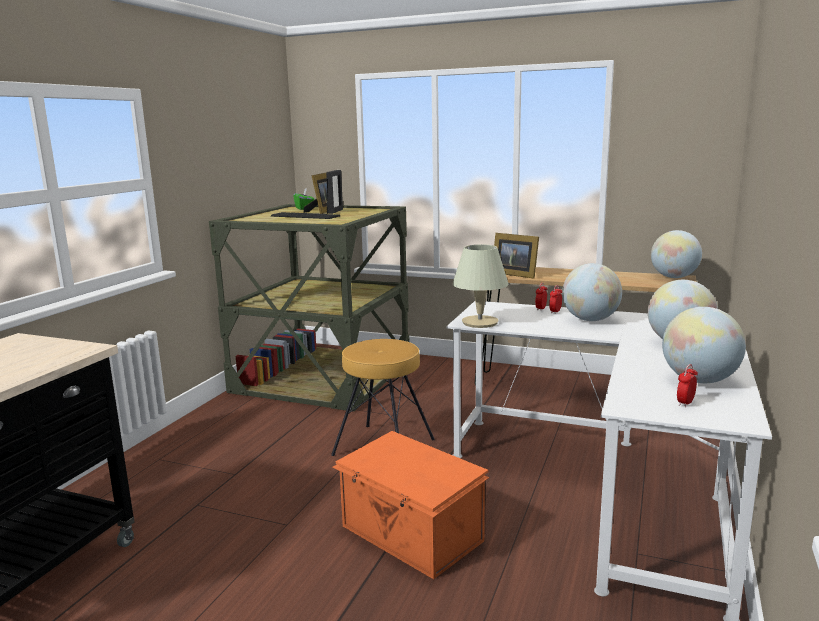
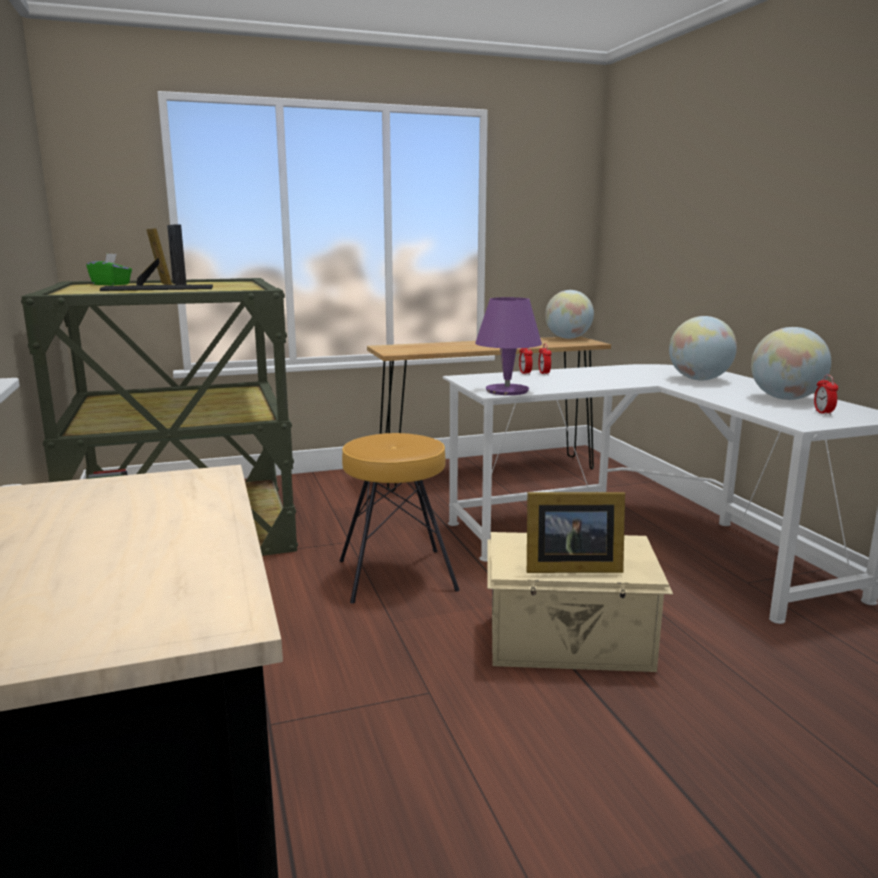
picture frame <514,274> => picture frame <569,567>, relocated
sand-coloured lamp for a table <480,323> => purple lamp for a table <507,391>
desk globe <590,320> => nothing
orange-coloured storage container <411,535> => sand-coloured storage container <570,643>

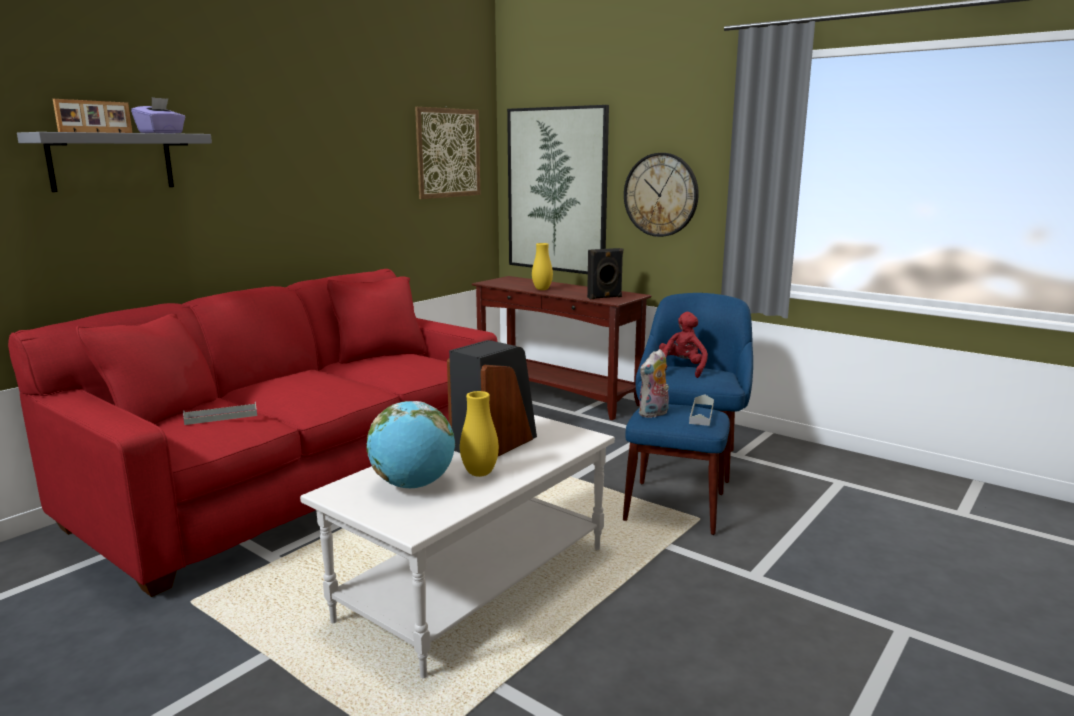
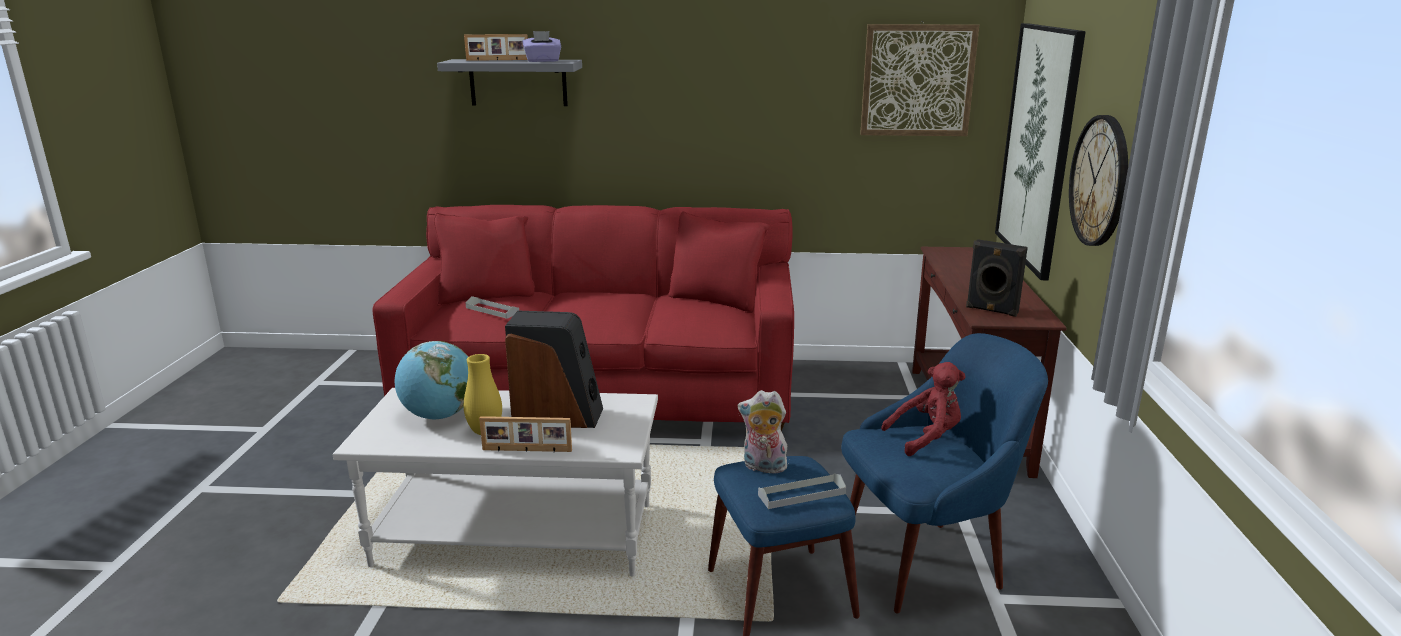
yellow vase <542,289> => nothing
nothing => picture frame <527,450>

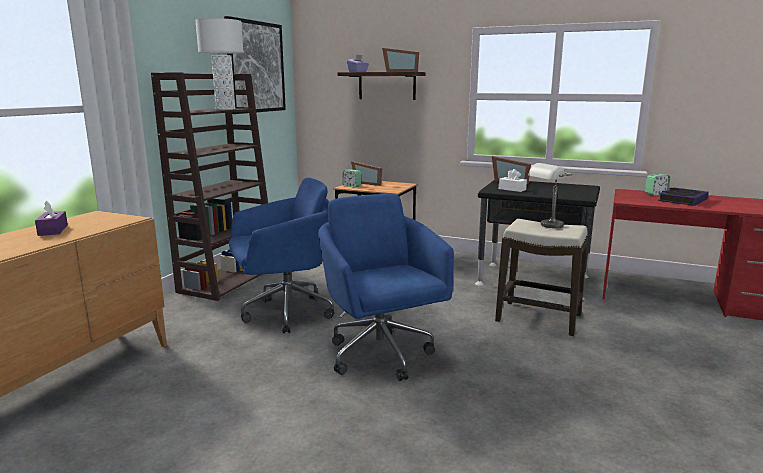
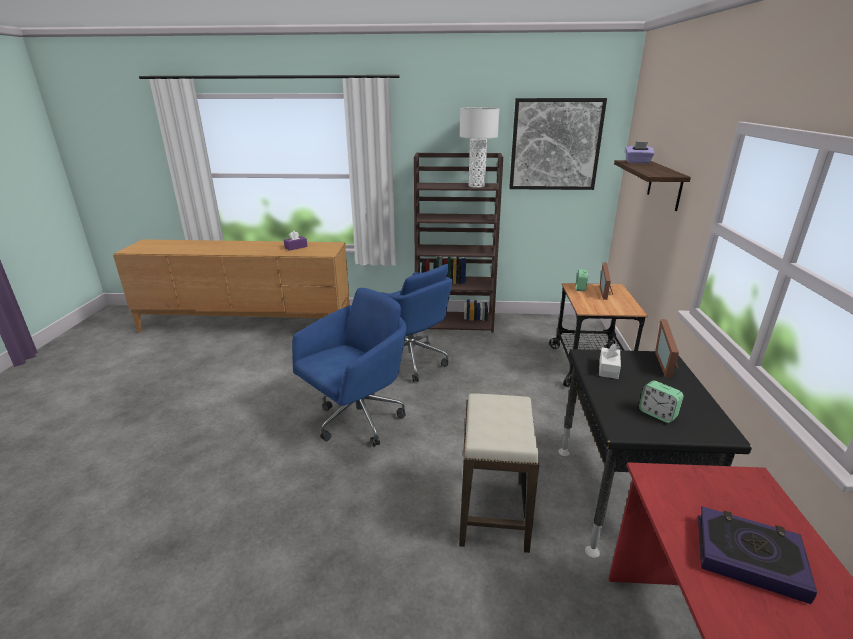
picture frame <401,71> => nothing
grey lamp for a table <546,226> => nothing
alarm clock <656,194> => alarm clock <657,414>, relocated

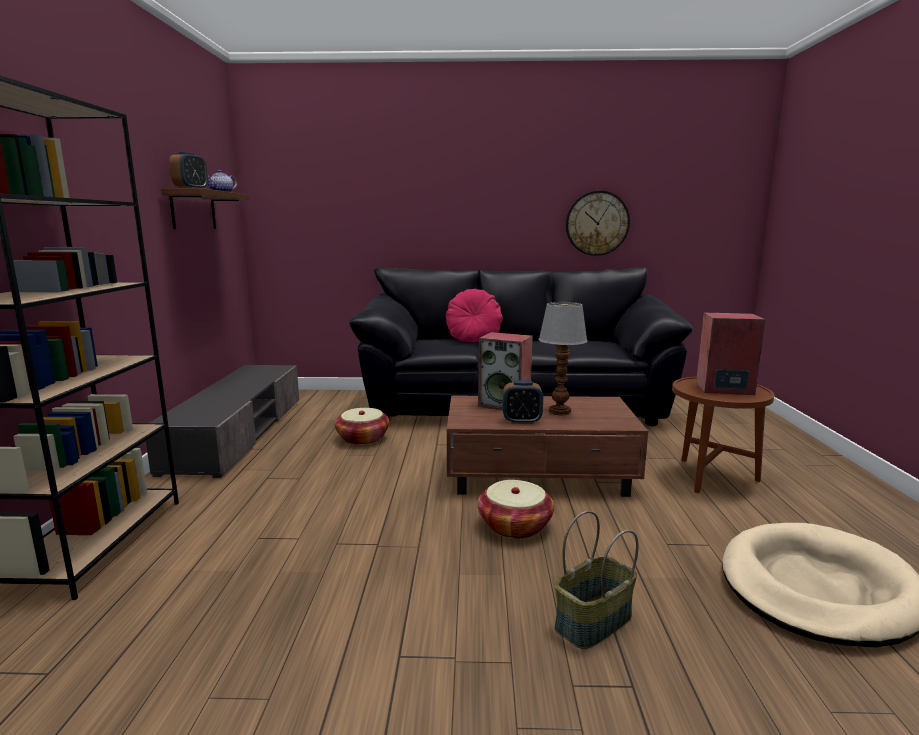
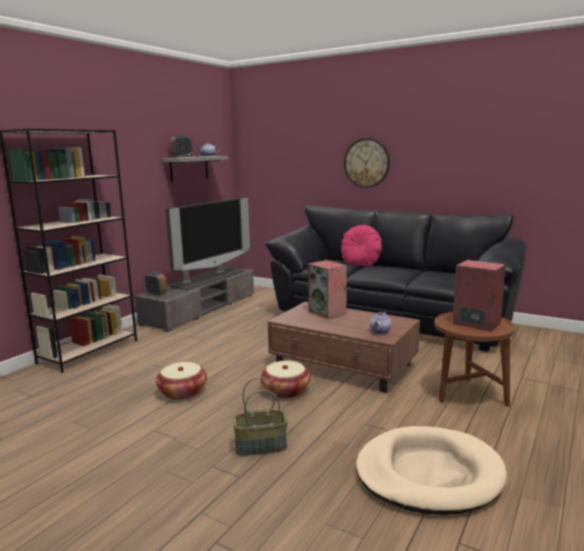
brown-coloured shelf <193,210> => grey shelf <189,168>
clock on the wall <597,223> => clock on the wall <366,163>, relocated
lamp for a table <558,411> => nothing
alarm clock <522,421> => alarm clock <156,294>, relocated
household basket <363,438> => household basket <182,392>, relocated
nothing => TV <207,278>
nothing => tea pot <380,331>

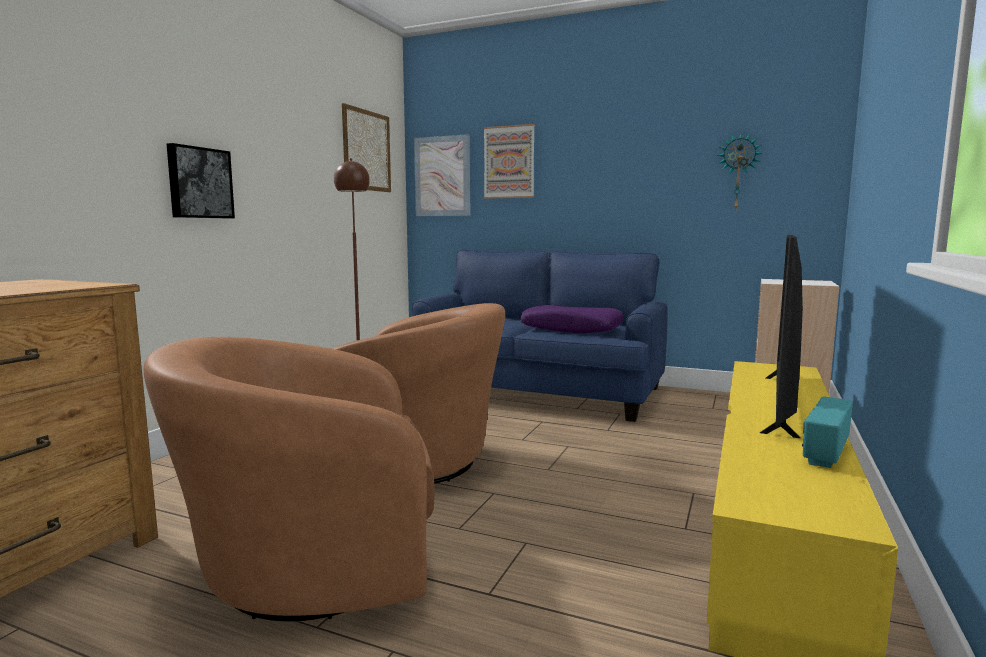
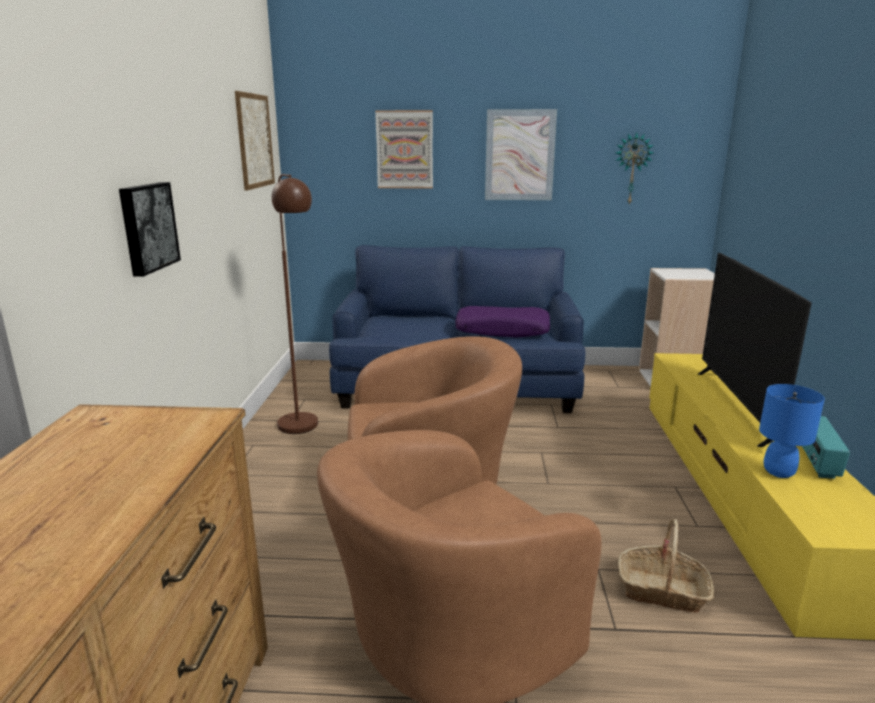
picture <442,176> => picture <519,155>, relocated
nothing => blue-coloured lamp for a table <779,473>
nothing => household basket <662,590>

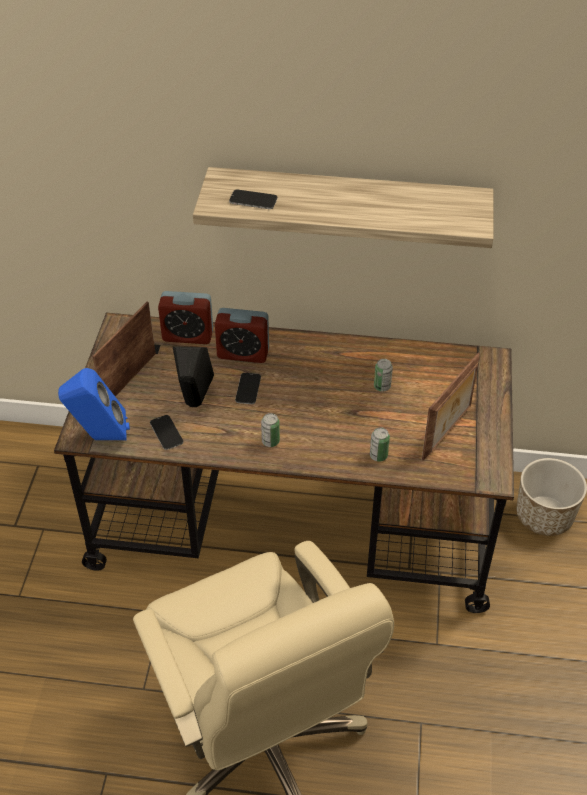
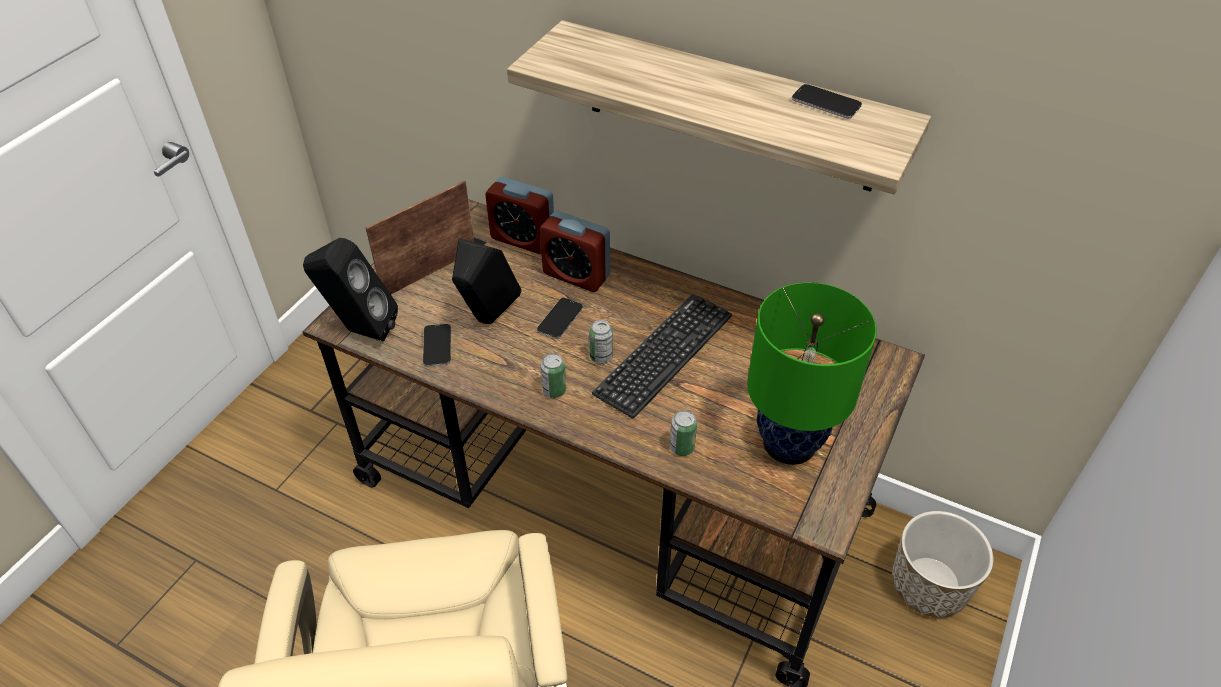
phone <253,200> => phone <826,103>, relocated
picture frame <448,432> => greenish lamp for a table <789,443>
sealed can <382,386> => sealed can <601,357>, relocated
blue-coloured audio speaker <100,437> => blackish audio speaker <360,330>
nothing => computer keyboard <664,354>

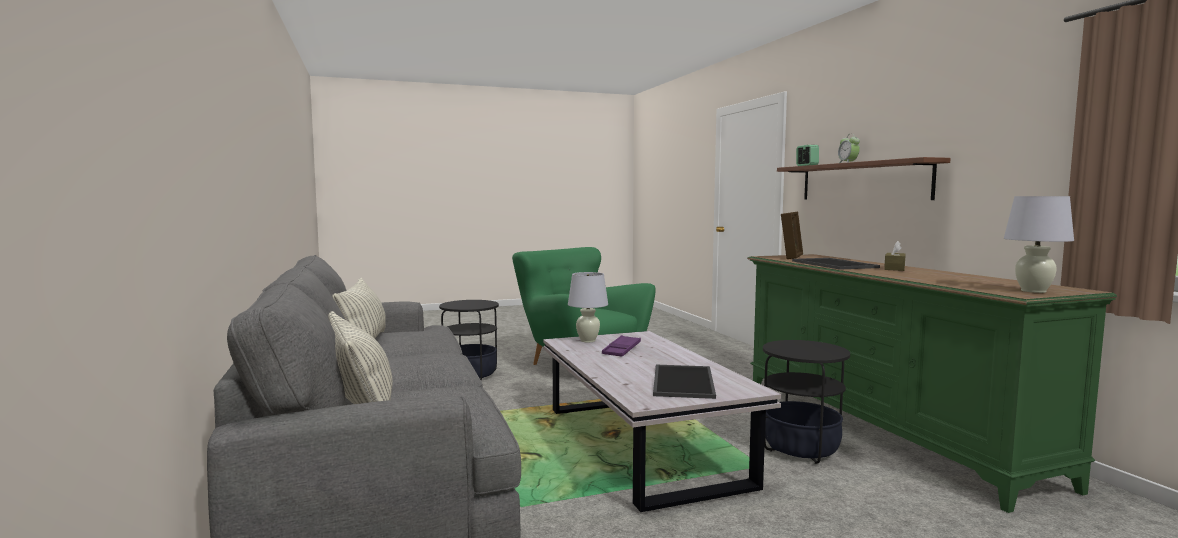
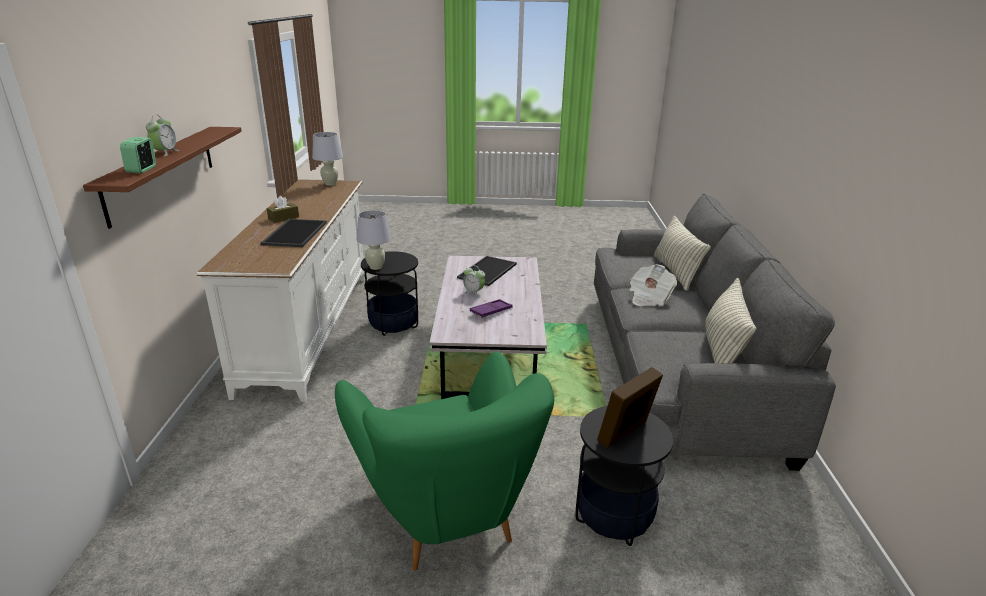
picture frame <791,257> => picture frame <625,434>, relocated
greenish cupboard <880,428> => whitish cupboard <310,329>
whitish lamp for a table <587,340> => whitish lamp for a table <376,267>, relocated
nothing => printed paper <649,297>
nothing => alarm clock <473,292>

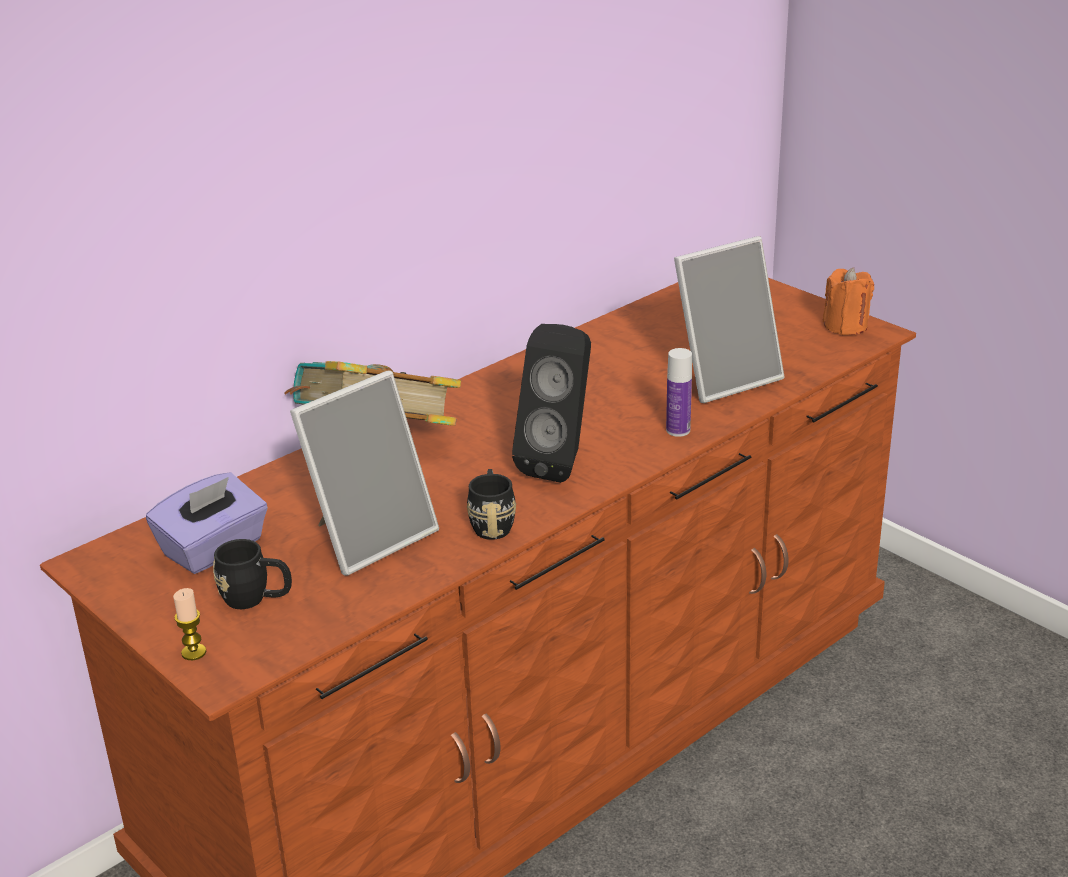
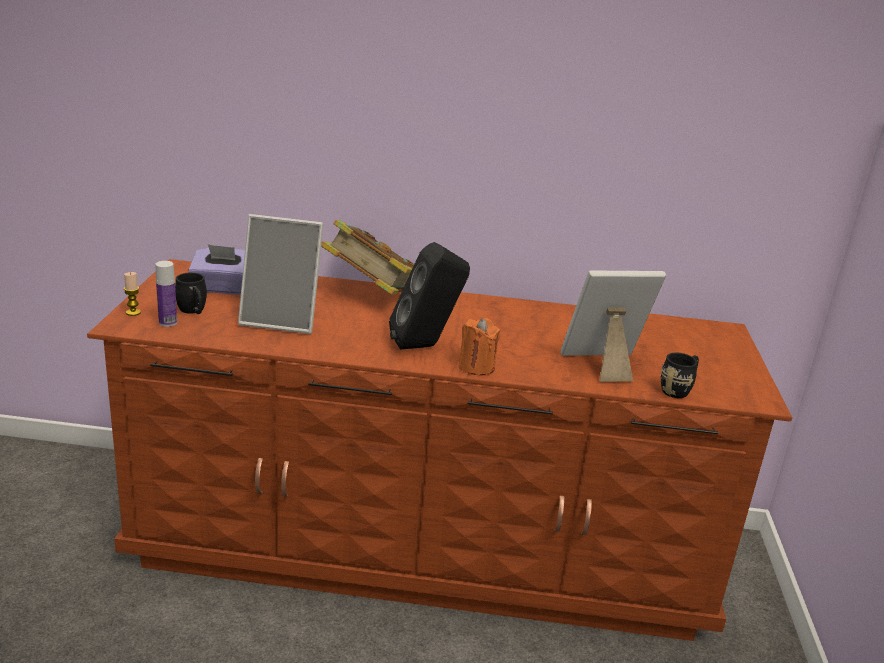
picture frame <724,378> => picture frame <603,365>, 150 degrees clockwise
orange-coloured candle <845,326> => orange-coloured candle <476,367>, relocated
beverage bottle <678,430> => beverage bottle <168,323>, relocated
blackish tea mug <492,523> => blackish tea mug <679,389>, relocated

